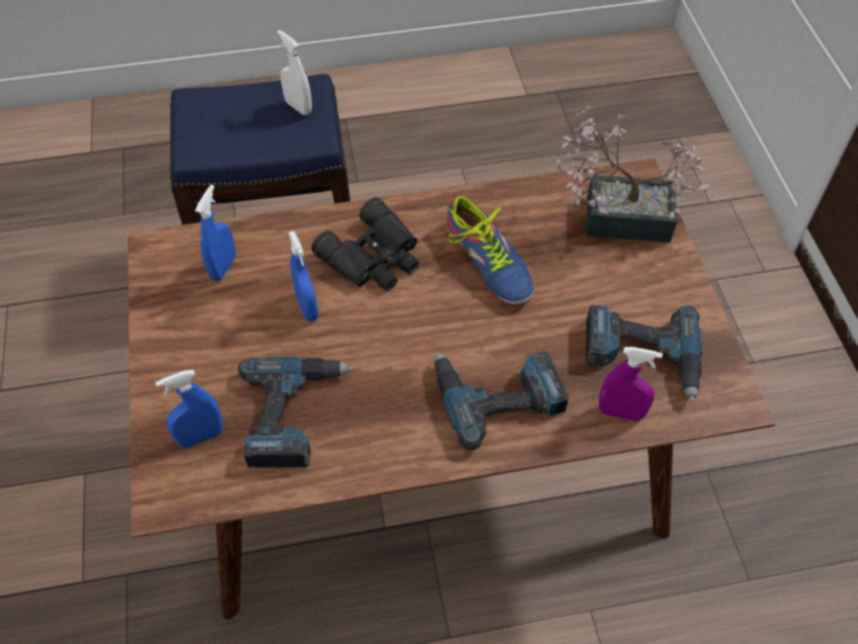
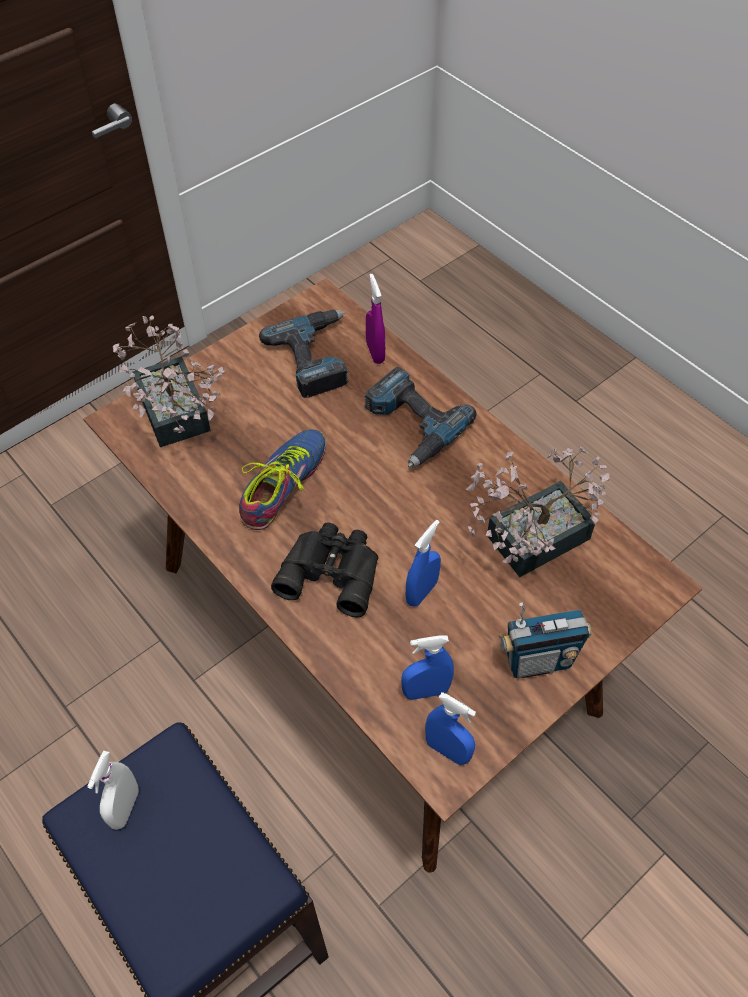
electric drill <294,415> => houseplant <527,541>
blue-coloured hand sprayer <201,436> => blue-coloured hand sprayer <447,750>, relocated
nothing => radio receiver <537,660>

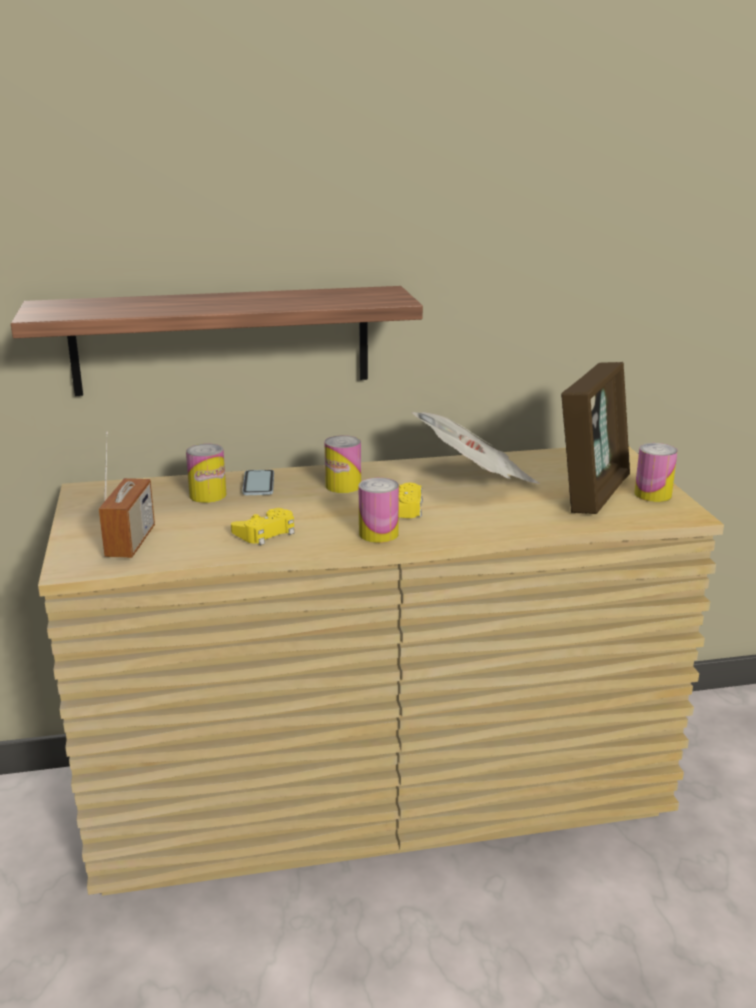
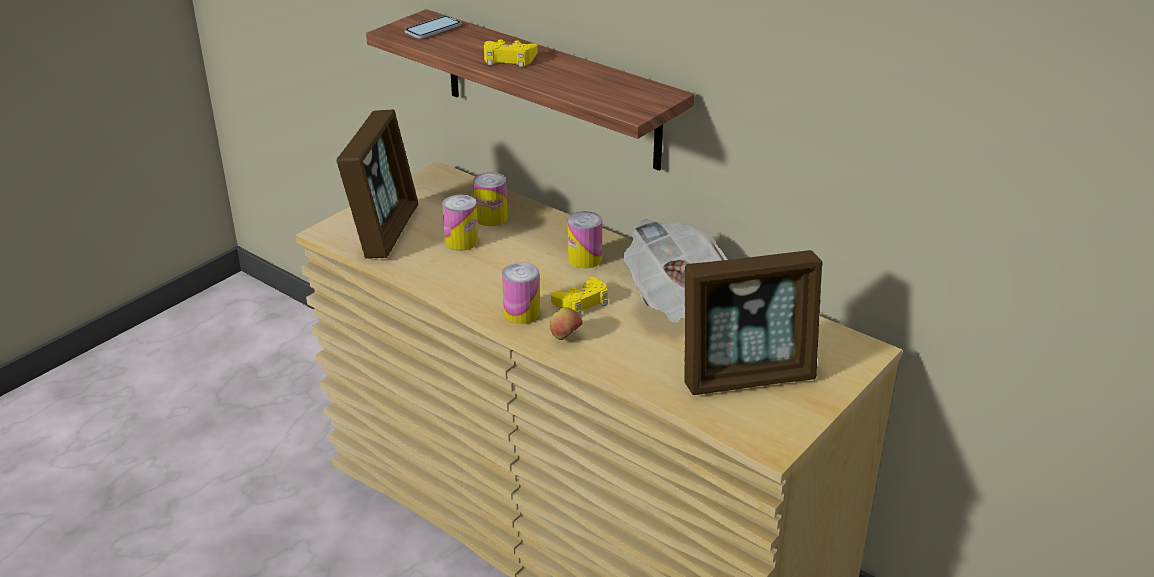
radio receiver <130,542> => picture frame <385,231>
sealed can <652,494> => sealed can <461,241>, relocated
phone <258,484> => phone <433,29>, relocated
yellow game controller <266,532> => yellow game controller <508,59>, relocated
nothing => whole apple <565,337>

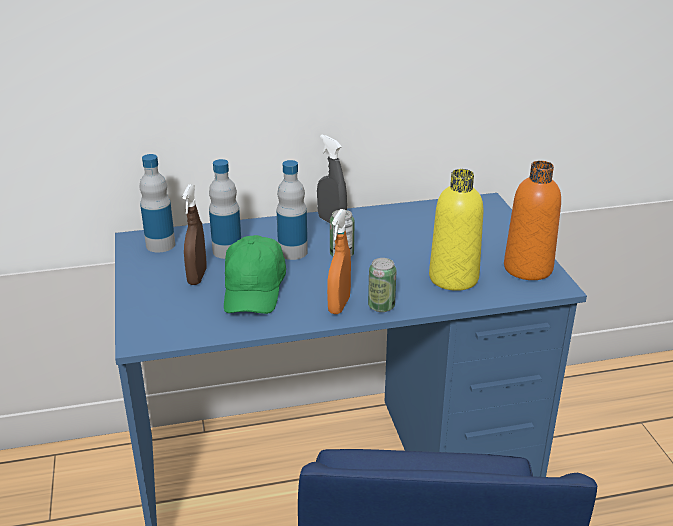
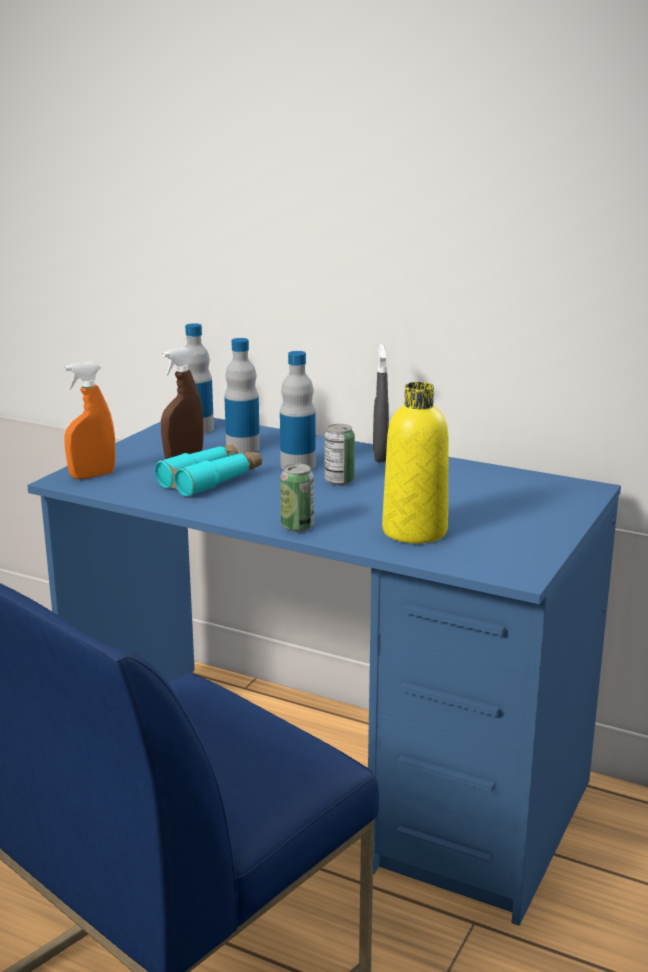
orange-coloured beverage bottle <528,268> => nothing
orange-coloured hand sprayer <339,305> => orange-coloured hand sprayer <92,475>, relocated
greenish cap <254,290> => blue-green pair of binoculars <211,479>

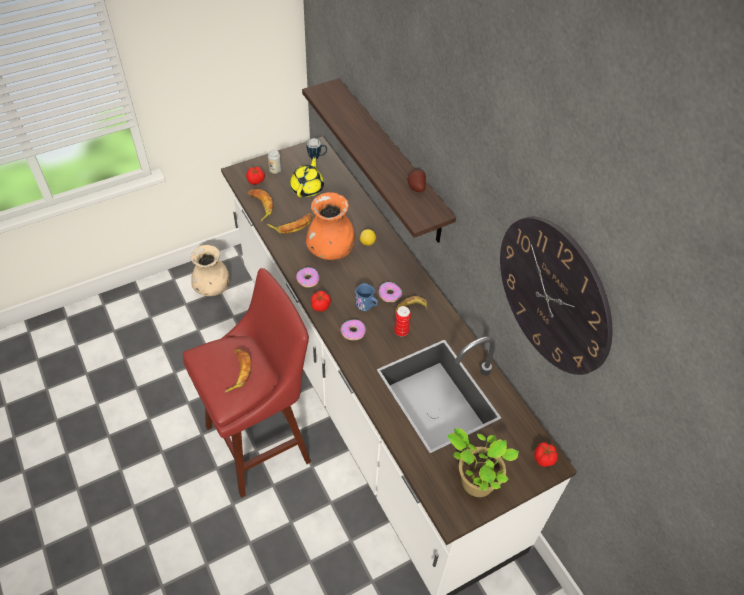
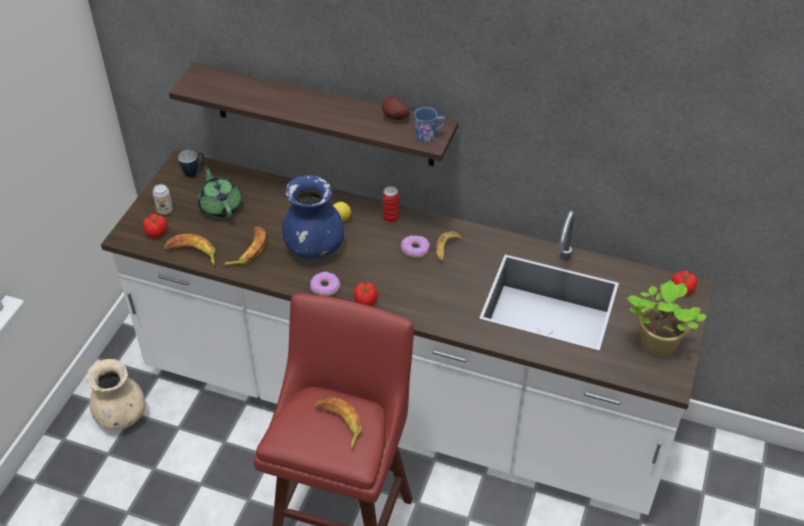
yellow tea pot <307,188> => greenish tea pot <221,206>
orange-coloured vase <331,250> => blue-coloured vase <314,247>
clock on the wall <553,295> => nothing
blue-coloured tea mug <367,306> => blue-coloured tea mug <429,135>, relocated
sealed can <401,331> => sealed can <391,218>, relocated
doughnut <353,332> => nothing

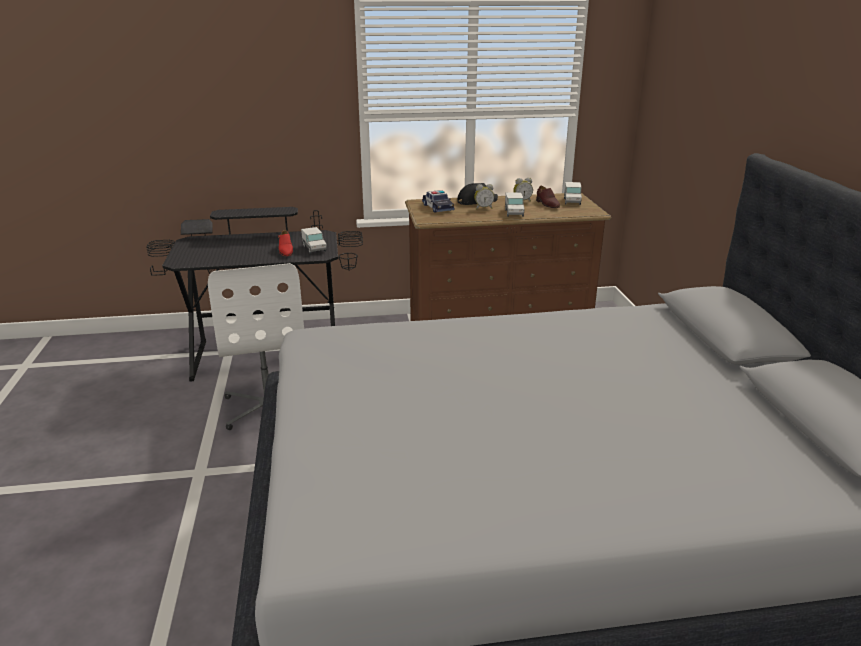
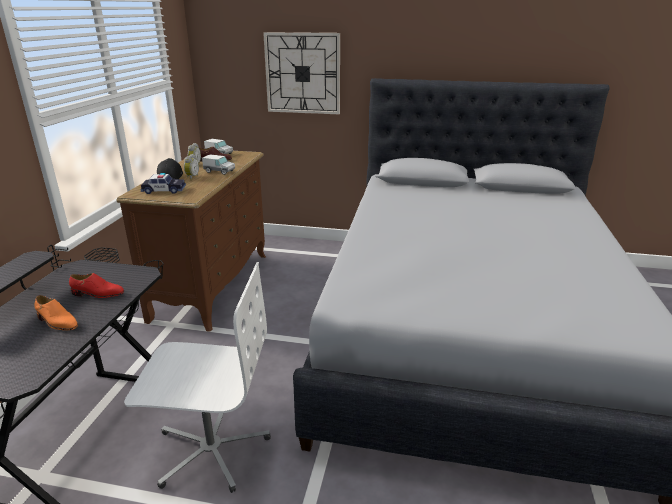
toy truck <314,248> => nothing
nothing => clock on the wall <302,73>
nothing => orange-coloured item of footwear <57,322>

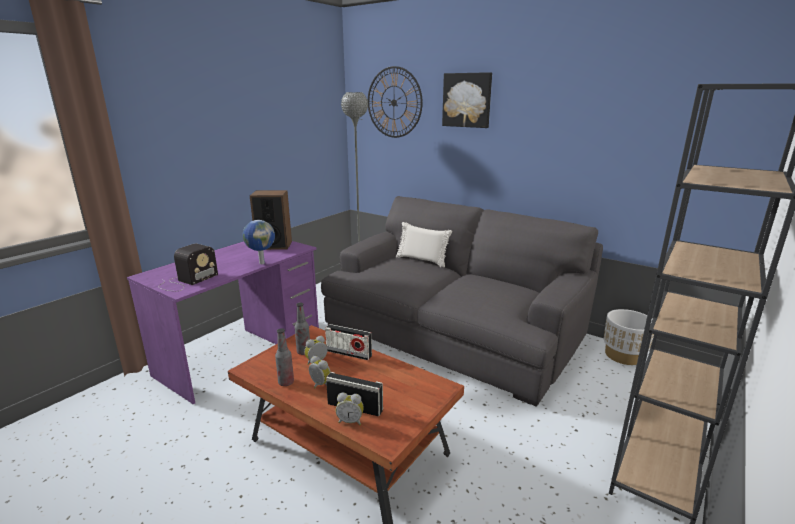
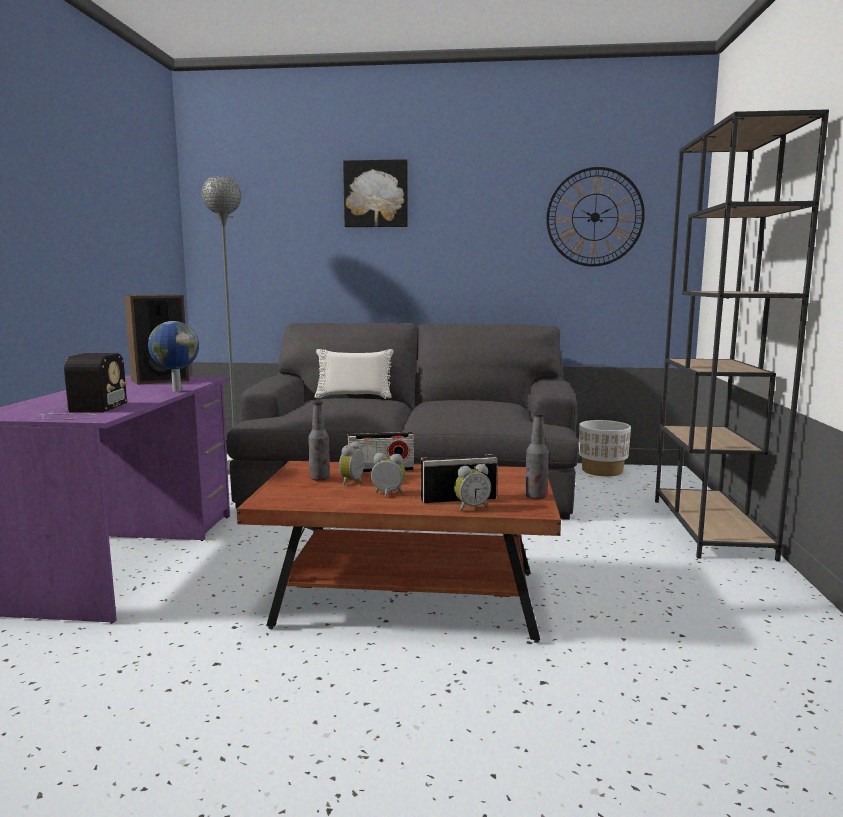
clock on the wall <394,102> => clock on the wall <595,217>, relocated
beverage bottle <286,382> => beverage bottle <535,497>, relocated

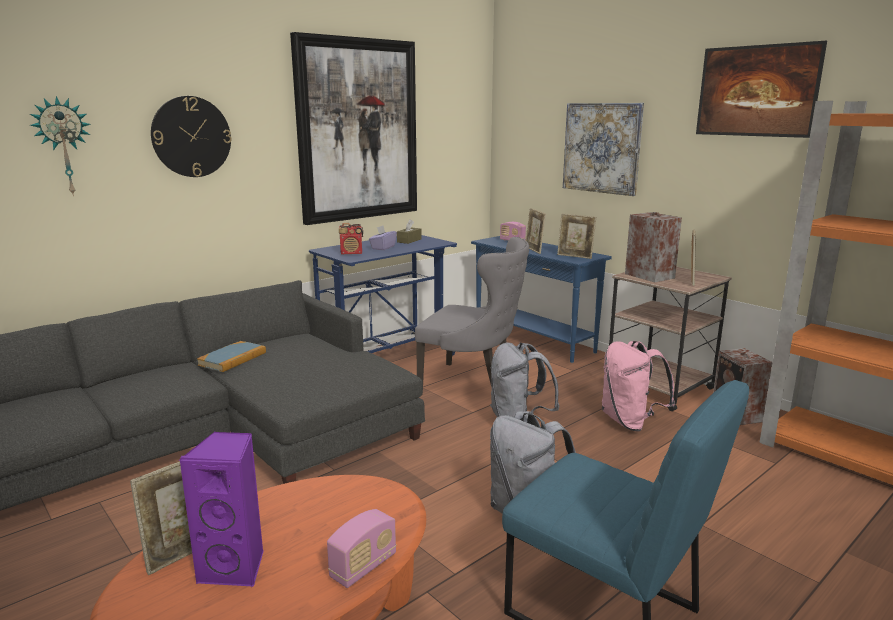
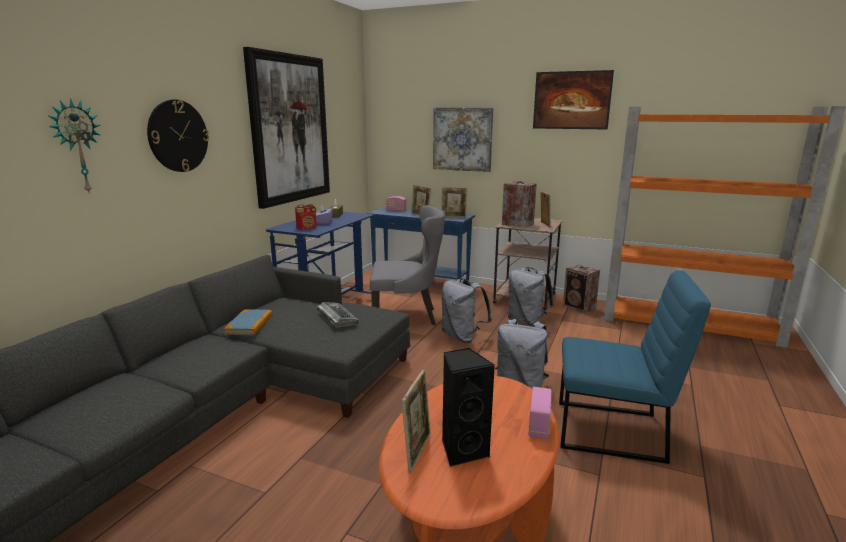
pinkish knapsack <630,422> => grey knapsack <527,322>
purple audio speaker <236,568> => blackish audio speaker <463,450>
nothing => computer keyboard <336,318>

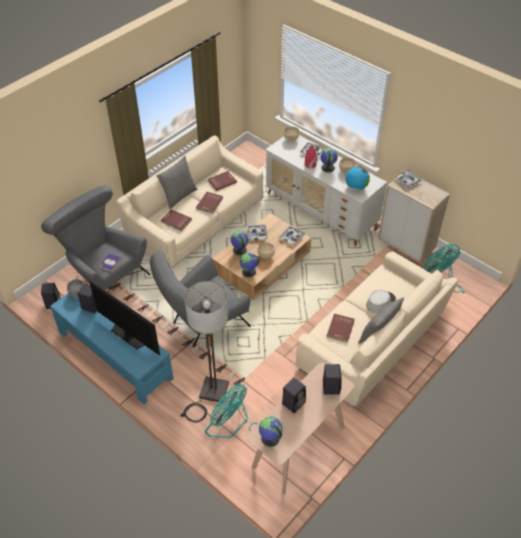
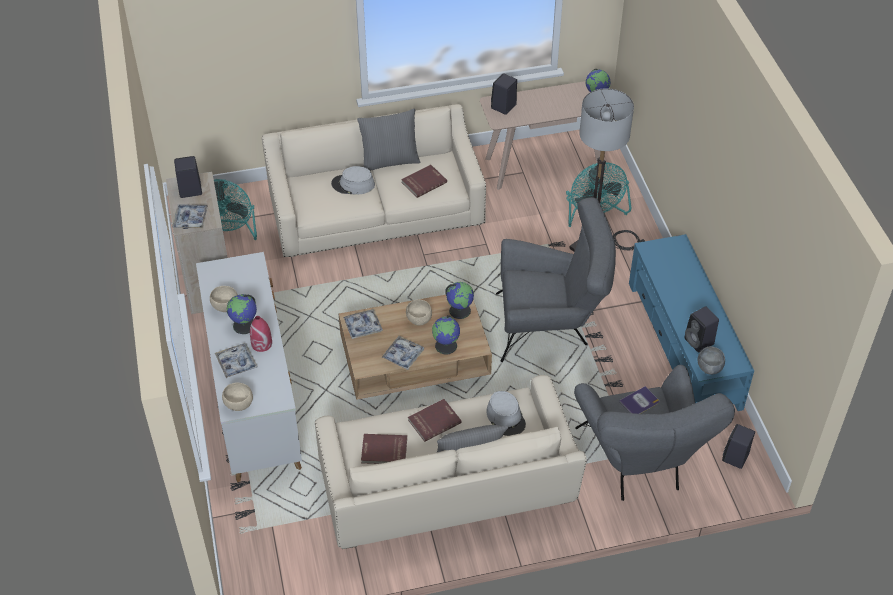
desk globe <356,187> => nothing
reddish volume <176,221> => grey clothing hat <506,417>
TV <129,335> => nothing
blackish audio speaker <294,402> => blackish audio speaker <189,190>, relocated

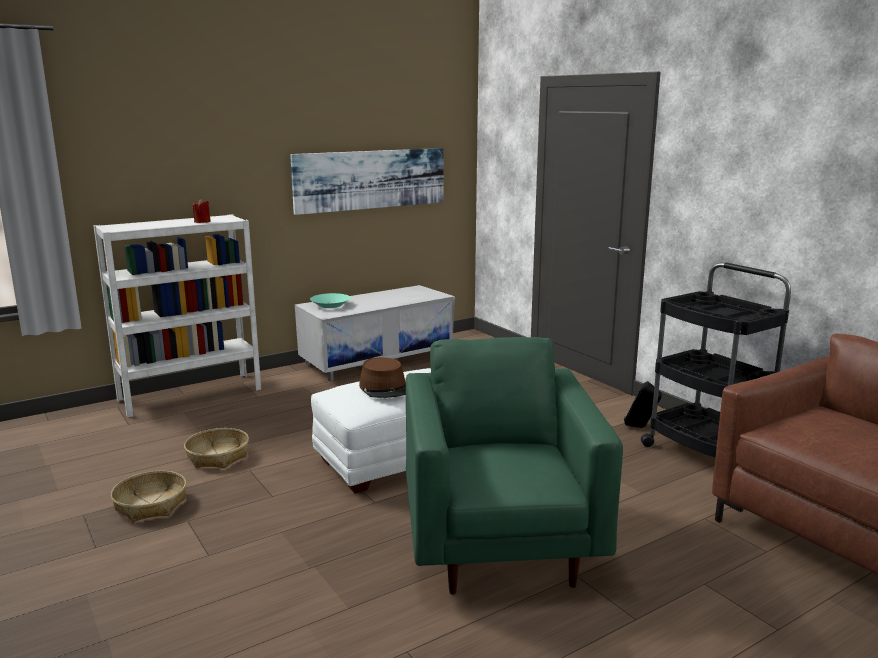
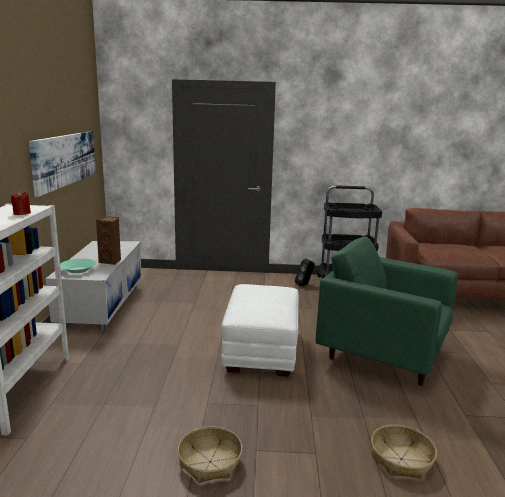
brown-coloured clothing hat <385,388> => nothing
household basket <218,456> => household basket <401,459>, relocated
nothing => brown-coloured audio speaker <111,261>

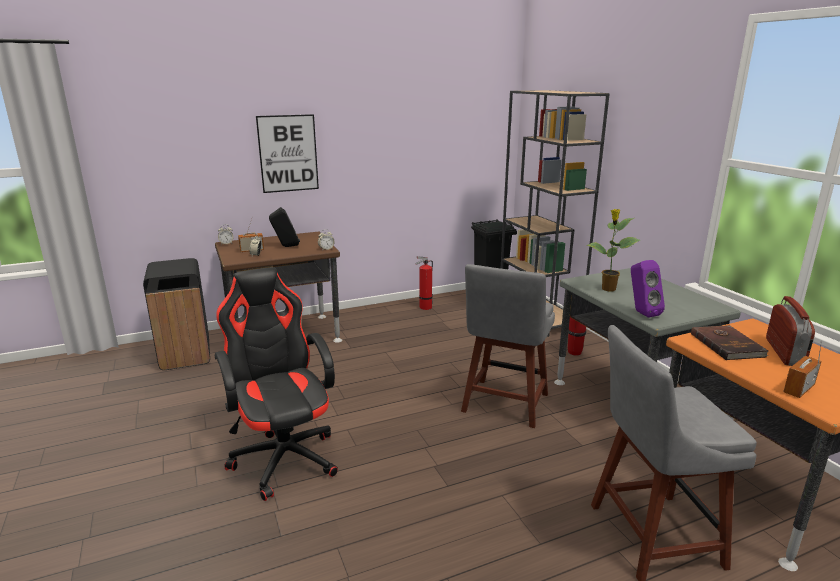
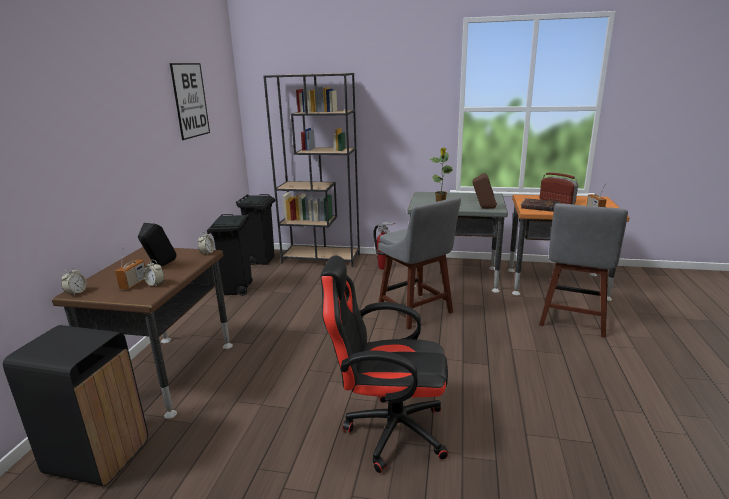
picture <288,153> => picture <190,100>, relocated
fire-fighting cylinder <424,307> => blackish waste bin <237,290>
purple audio speaker <641,313> => brown-coloured audio speaker <483,208>

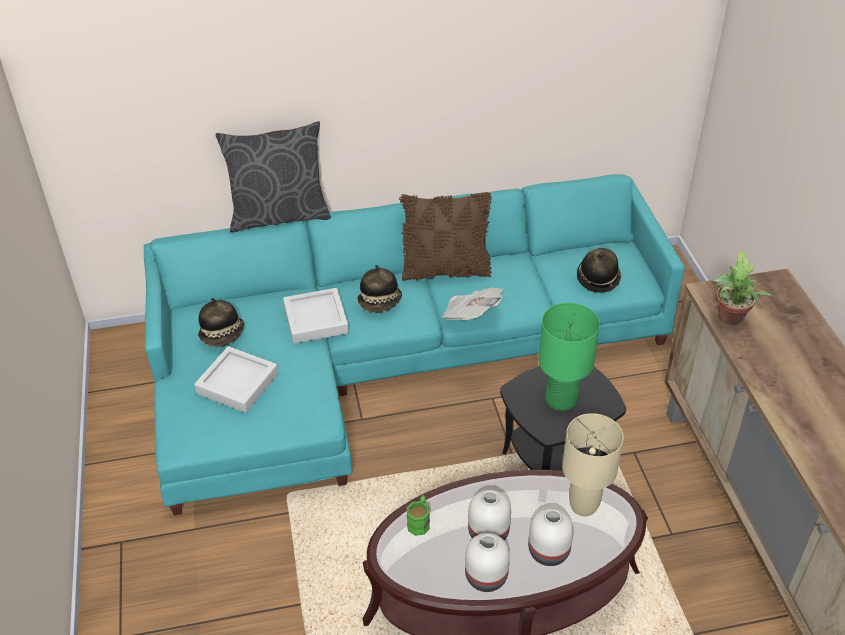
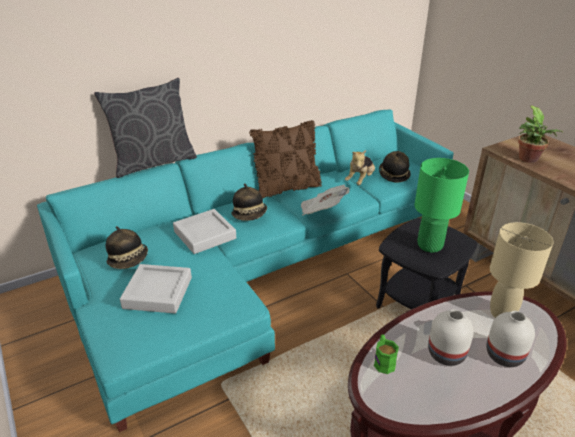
whitish vase <487,577> => nothing
nothing => cuddly toy <360,180>

